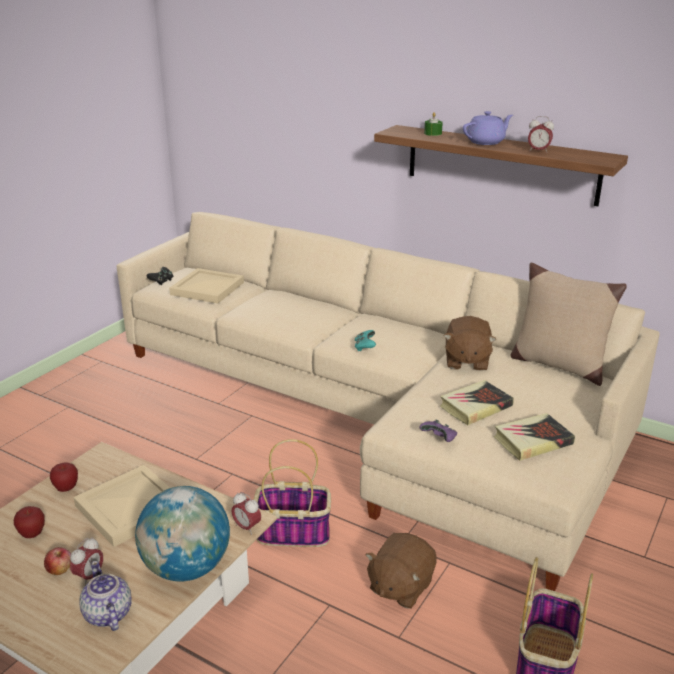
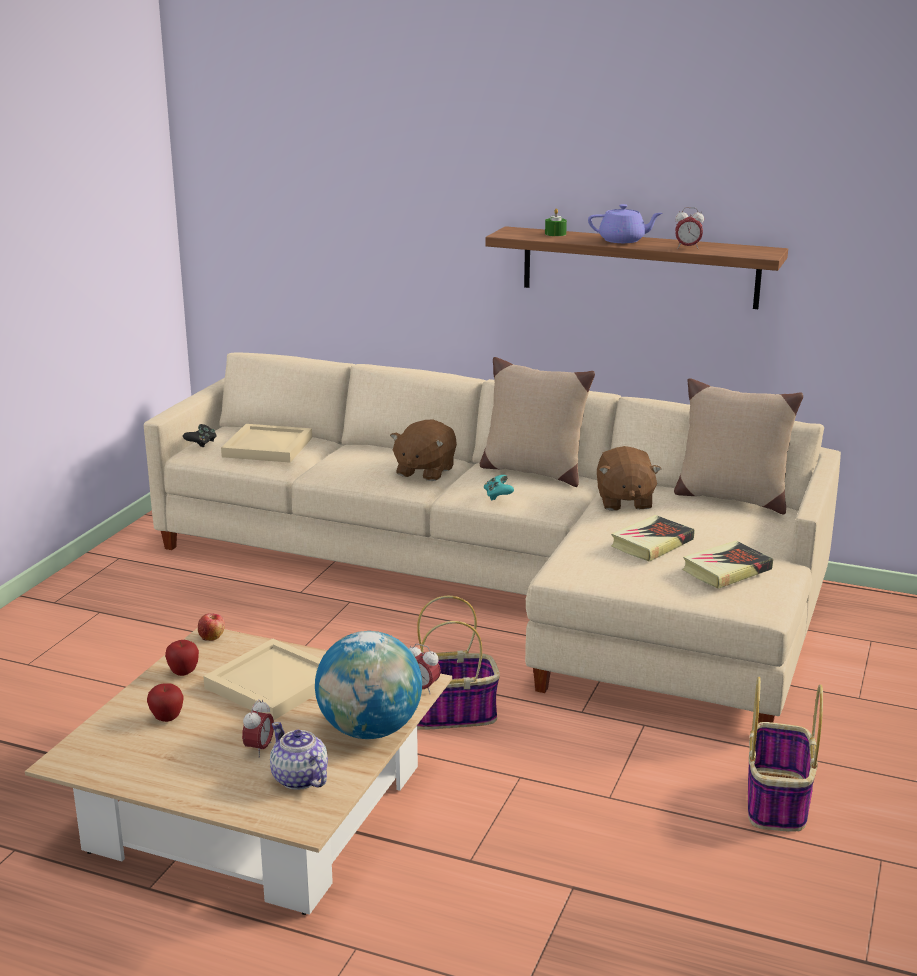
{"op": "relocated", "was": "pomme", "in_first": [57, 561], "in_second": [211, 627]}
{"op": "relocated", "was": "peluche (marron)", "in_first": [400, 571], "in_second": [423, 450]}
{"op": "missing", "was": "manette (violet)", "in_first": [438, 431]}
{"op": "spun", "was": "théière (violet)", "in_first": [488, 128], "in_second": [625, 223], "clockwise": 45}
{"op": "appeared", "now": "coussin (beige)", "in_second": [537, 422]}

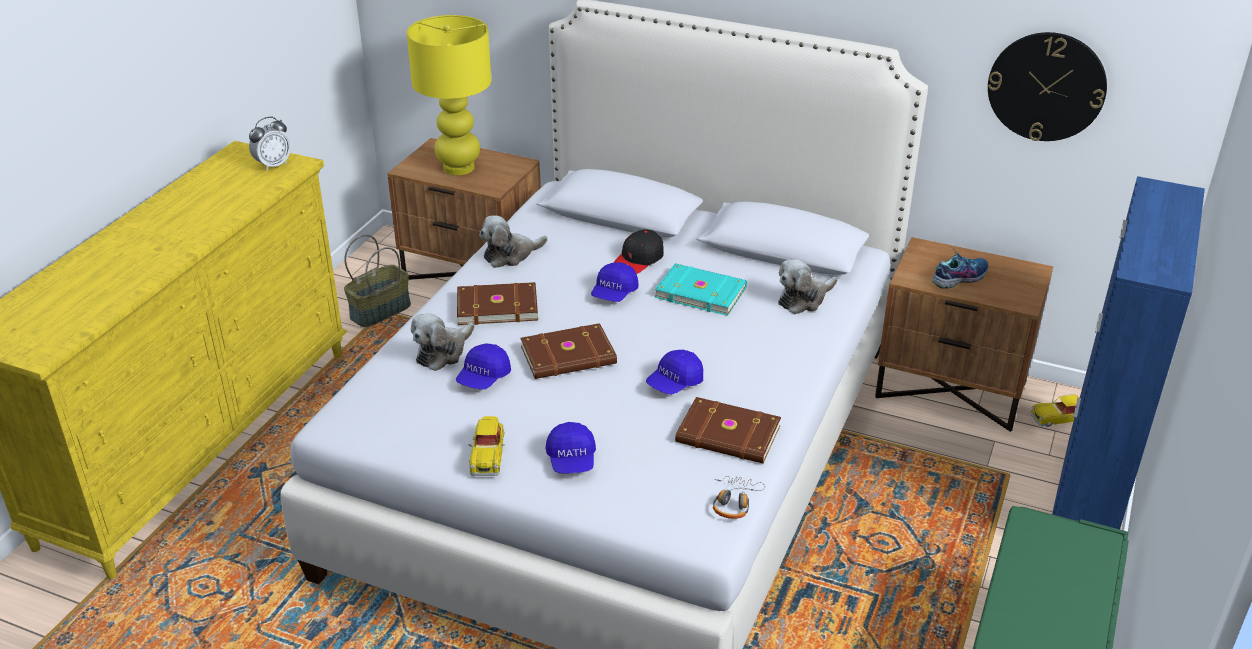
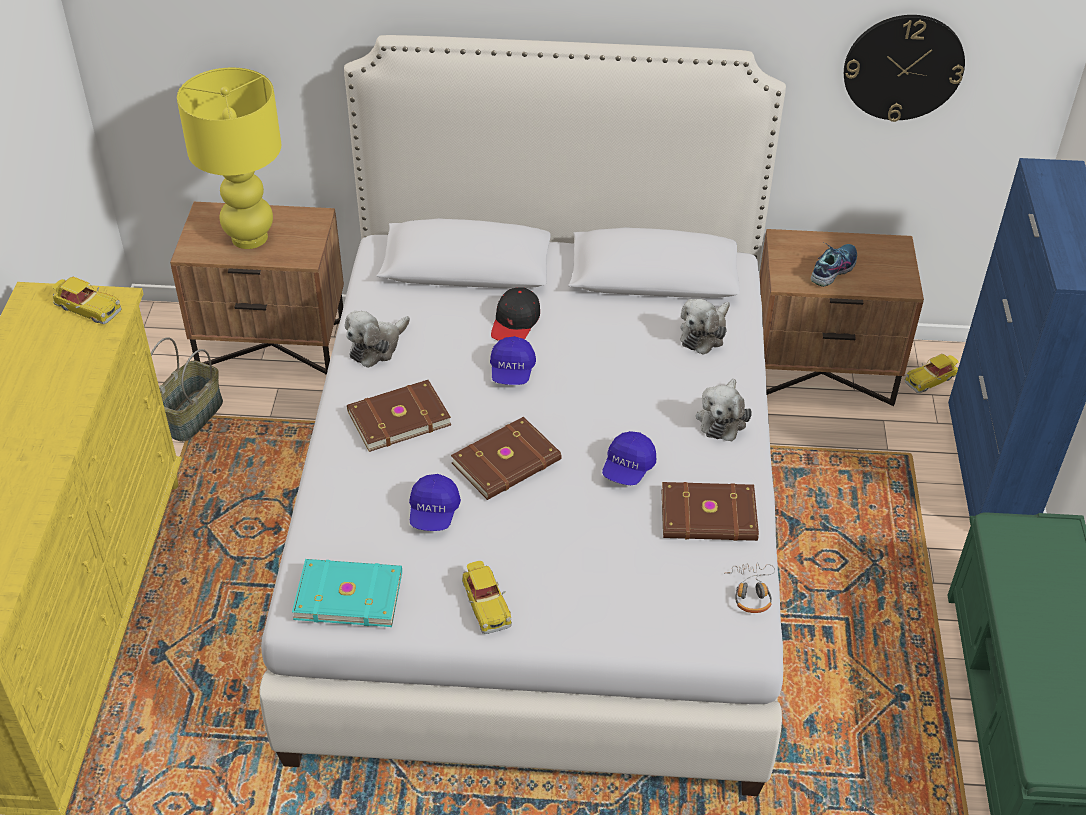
{"op": "exchanged", "was": "réveil", "now": "petite voiture", "in_first": [270, 144], "in_second": [87, 300]}
{"op": "relocated", "was": "peluche", "in_first": [442, 342], "in_second": [724, 410]}
{"op": "missing", "was": "casquette (bleu)", "in_first": [571, 447]}
{"op": "relocated", "was": "livre (turquoise)", "in_first": [701, 289], "in_second": [347, 593]}

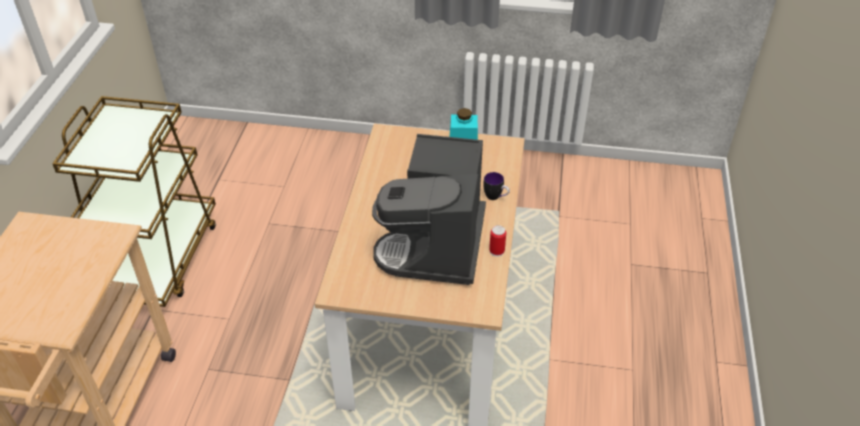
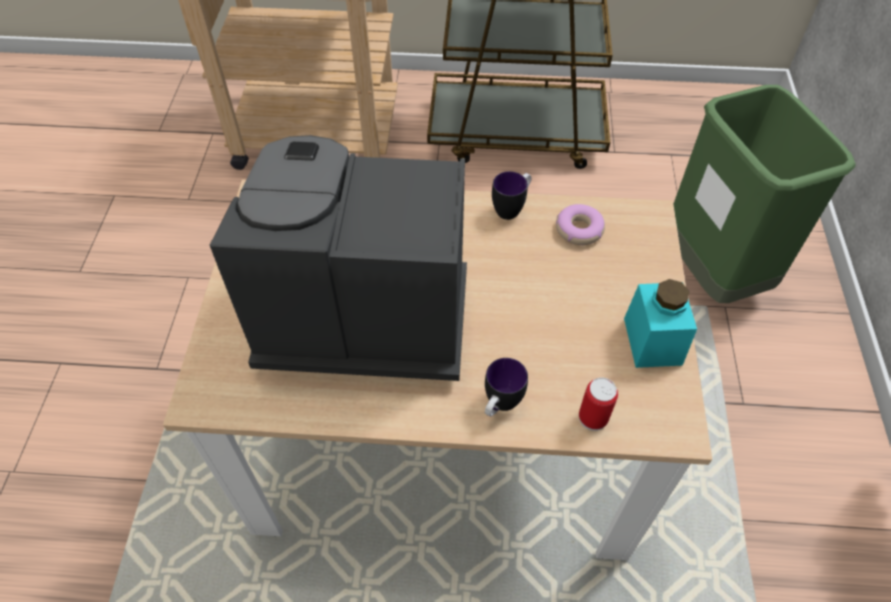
{"op": "relocated", "was": "boîte métallique", "in_first": [497, 241], "in_second": [598, 404]}
{"op": "appeared", "now": "mug", "in_second": [511, 195]}
{"op": "appeared", "now": "beignet", "in_second": [580, 224]}
{"op": "appeared", "now": "poubelle (vert)", "in_second": [765, 194]}

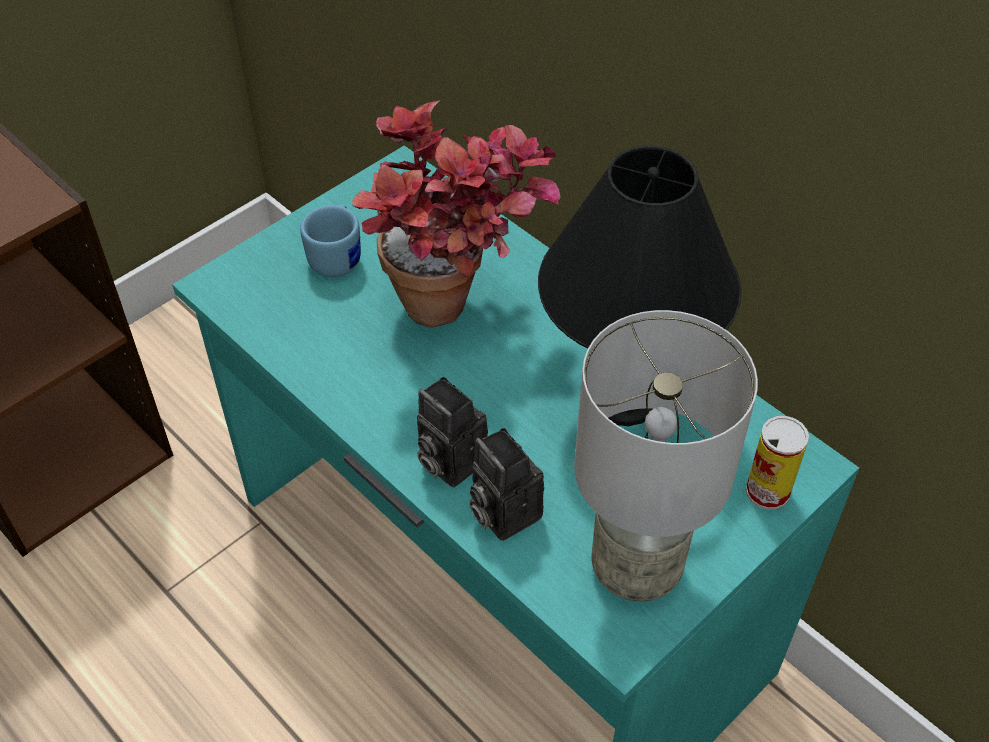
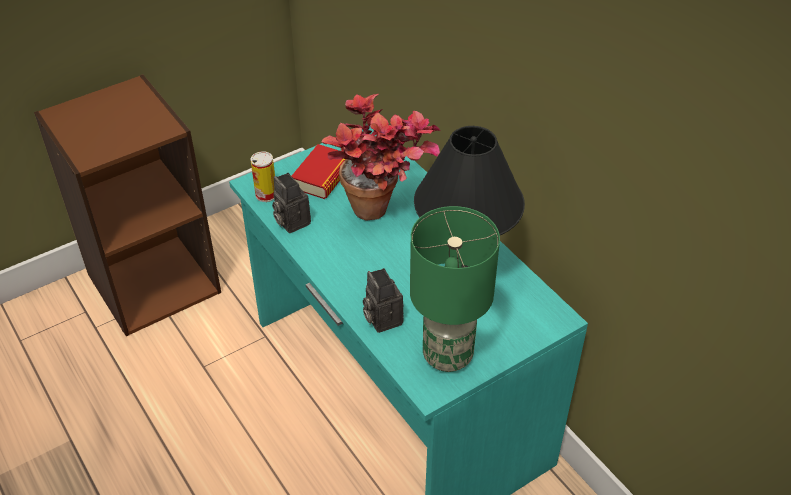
{"op": "exchanged", "was": "mug (bleu)", "now": "livre", "in_first": [330, 241], "in_second": [319, 171]}
{"op": "relocated", "was": "appareil photo", "in_first": [452, 432], "in_second": [291, 203]}
{"op": "colour", "was": "lampe de table (gris)", "now": "lampe de table (vert)", "in_first": [666, 456], "in_second": [455, 289]}
{"op": "relocated", "was": "boîte métallique", "in_first": [777, 463], "in_second": [262, 176]}

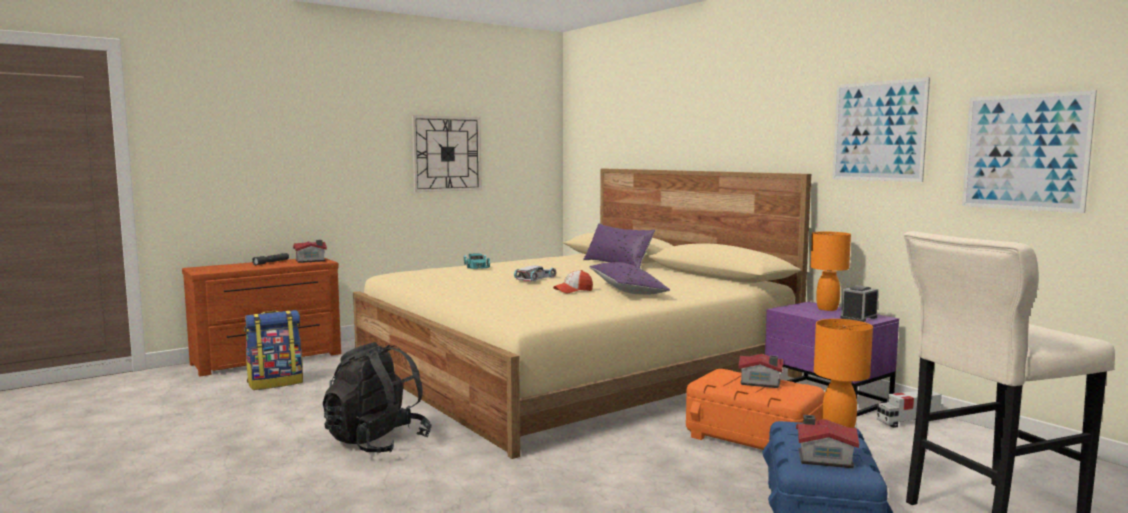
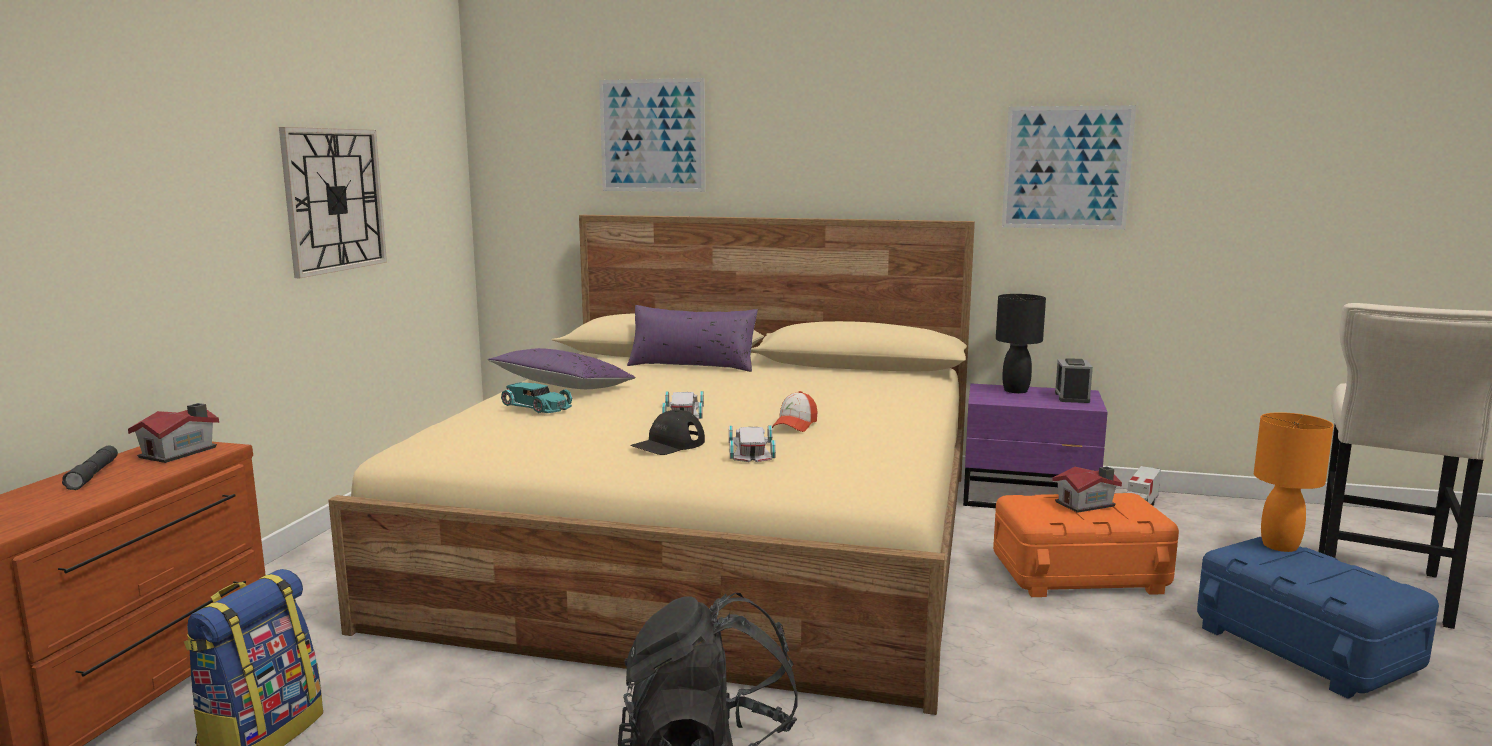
{"op": "relocated", "was": "coussin (violet)", "in_first": [629, 278], "in_second": [562, 368]}
{"op": "missing", "was": "maison miniature", "in_first": [827, 441]}
{"op": "colour", "was": "lampe de table (orange)", "now": "lampe de table (noir)", "in_first": [830, 271], "in_second": [1021, 343]}
{"op": "relocated", "was": "tableau", "in_first": [1029, 151], "in_second": [652, 135]}
{"op": "appeared", "now": "casquette (noir)", "in_second": [667, 432]}
{"op": "appeared", "now": "petite voiture (blanc)", "in_second": [752, 443]}

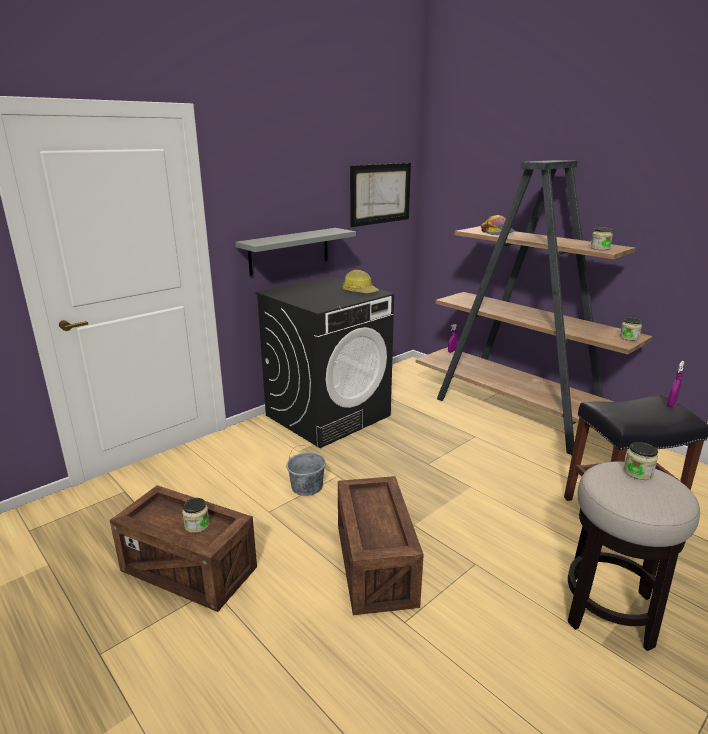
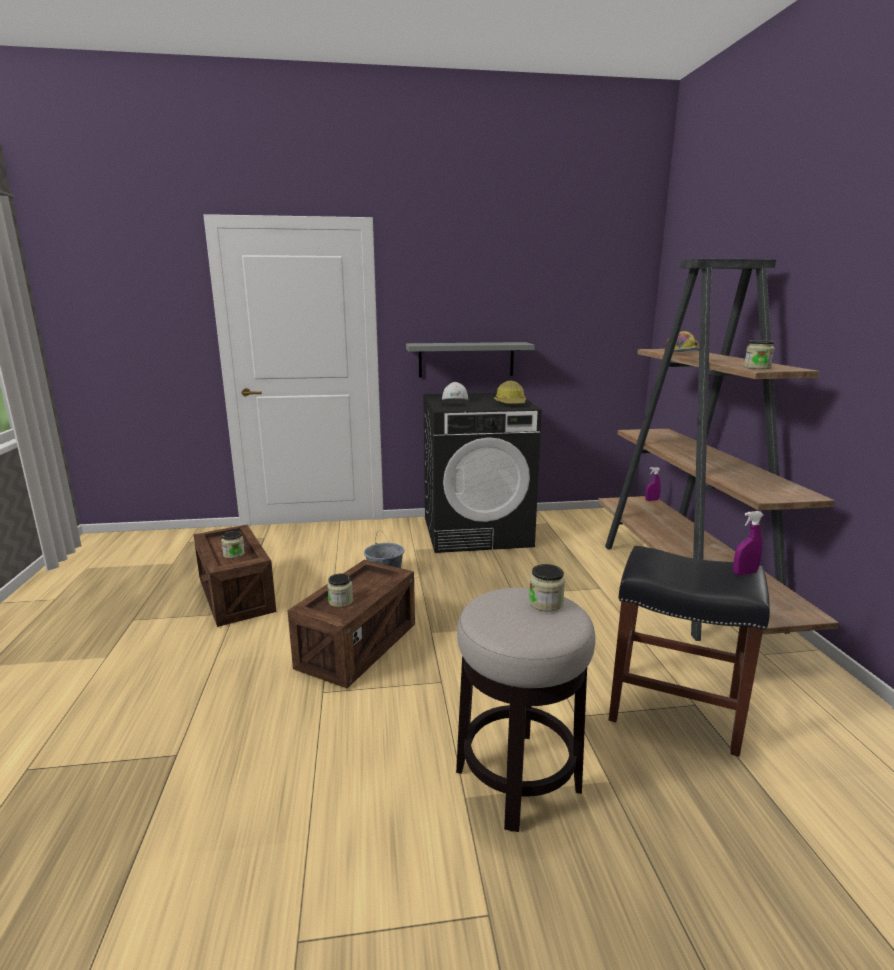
{"op": "missing", "was": "tableau", "in_first": [380, 195]}
{"op": "relocated", "was": "bocal", "in_first": [631, 329], "in_second": [340, 590]}
{"op": "appeared", "now": "casquette", "in_second": [455, 393]}

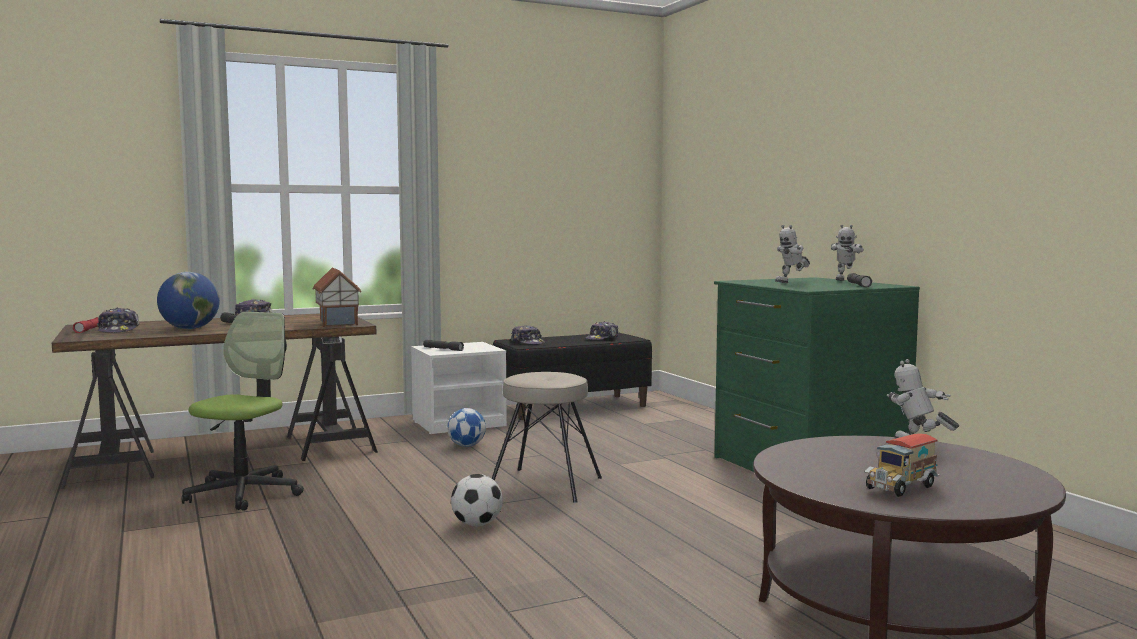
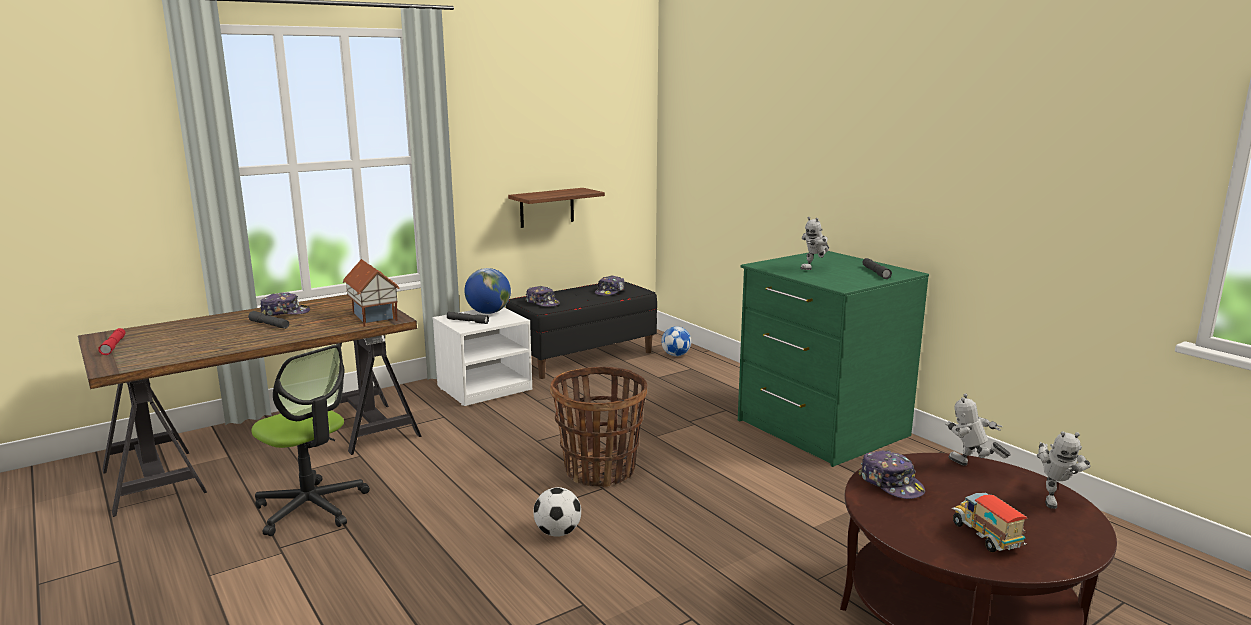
{"op": "relocated", "was": "casquette", "in_first": [118, 319], "in_second": [891, 474]}
{"op": "relocated", "was": "globe", "in_first": [188, 300], "in_second": [487, 291]}
{"op": "spun", "was": "chaise de bureau", "in_first": [243, 411], "in_second": [311, 440], "clockwise": 120}
{"op": "relocated", "was": "ballon de foot", "in_first": [466, 427], "in_second": [676, 341]}
{"op": "exchanged", "was": "tabouret (beige)", "now": "panier", "in_first": [547, 437], "in_second": [598, 427]}
{"op": "relocated", "was": "robot jouet", "in_first": [847, 253], "in_second": [1064, 470]}
{"op": "spun", "was": "camion jouet", "in_first": [902, 465], "in_second": [989, 522], "clockwise": 120}
{"op": "appeared", "now": "étagère", "in_second": [556, 208]}

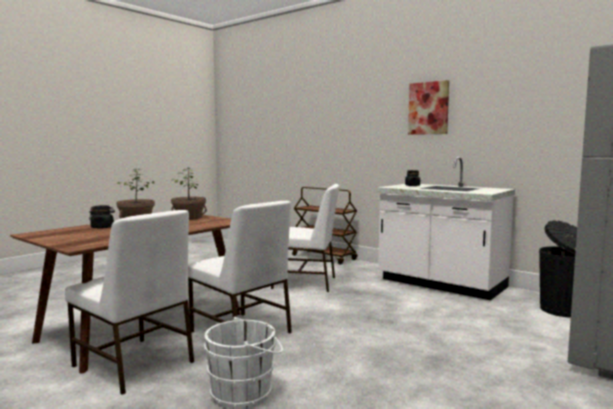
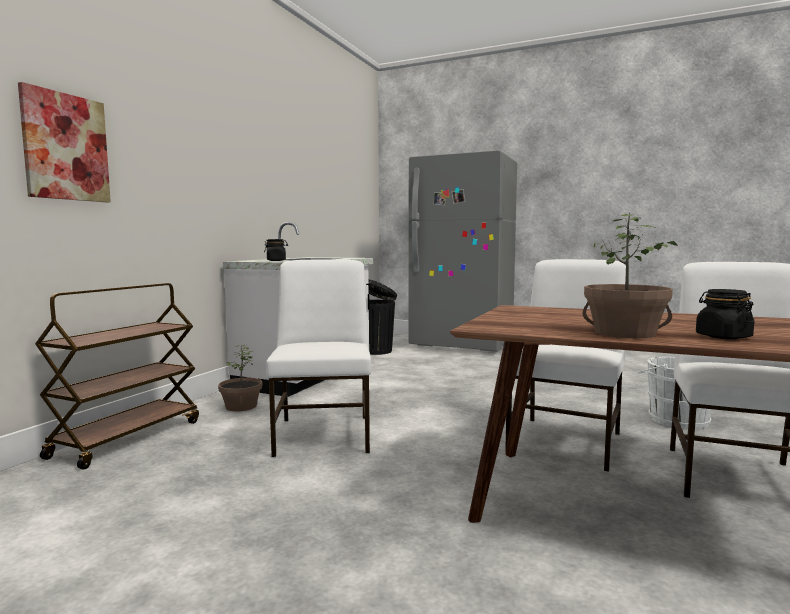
{"op": "relocated", "was": "plante en pot", "in_first": [189, 194], "in_second": [240, 378]}
{"op": "relocated", "was": "tableau", "in_first": [428, 107], "in_second": [64, 142]}

